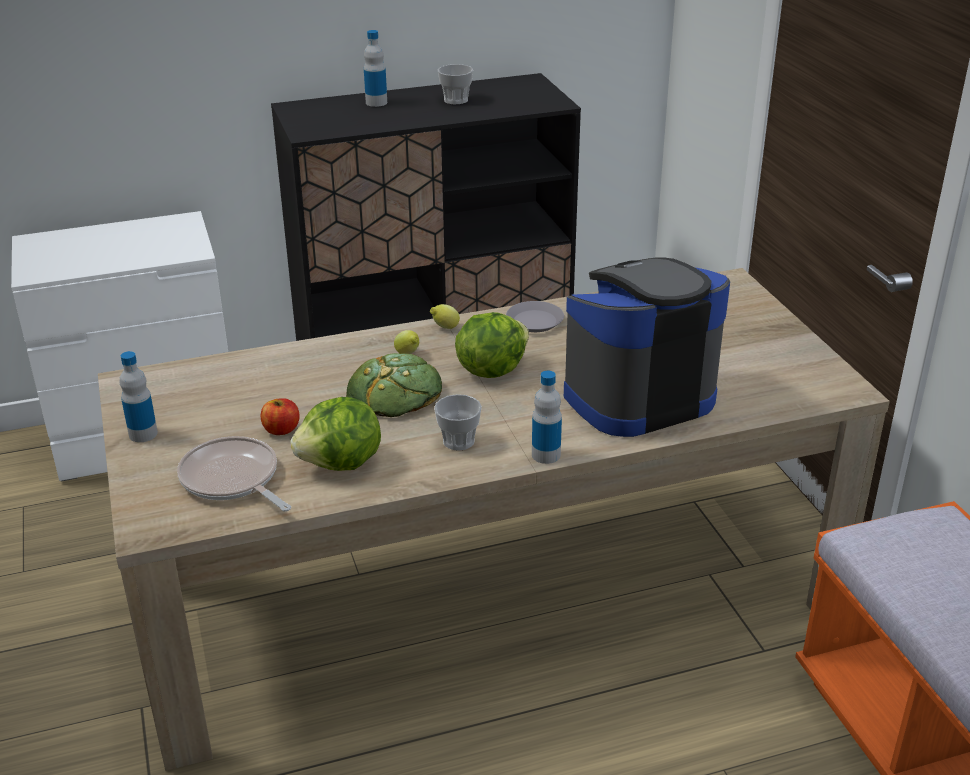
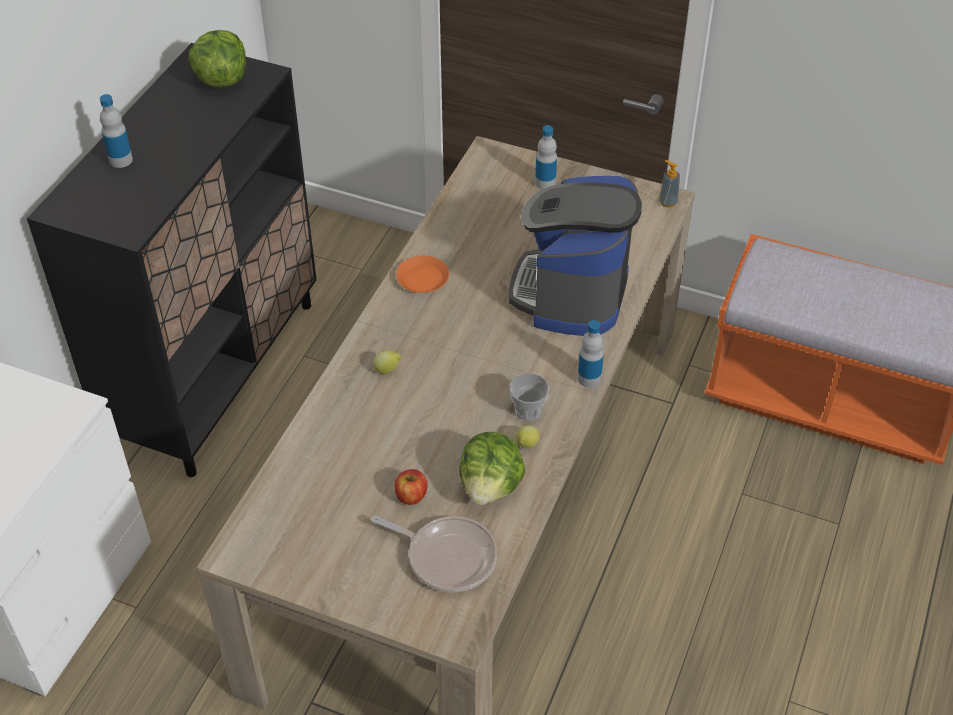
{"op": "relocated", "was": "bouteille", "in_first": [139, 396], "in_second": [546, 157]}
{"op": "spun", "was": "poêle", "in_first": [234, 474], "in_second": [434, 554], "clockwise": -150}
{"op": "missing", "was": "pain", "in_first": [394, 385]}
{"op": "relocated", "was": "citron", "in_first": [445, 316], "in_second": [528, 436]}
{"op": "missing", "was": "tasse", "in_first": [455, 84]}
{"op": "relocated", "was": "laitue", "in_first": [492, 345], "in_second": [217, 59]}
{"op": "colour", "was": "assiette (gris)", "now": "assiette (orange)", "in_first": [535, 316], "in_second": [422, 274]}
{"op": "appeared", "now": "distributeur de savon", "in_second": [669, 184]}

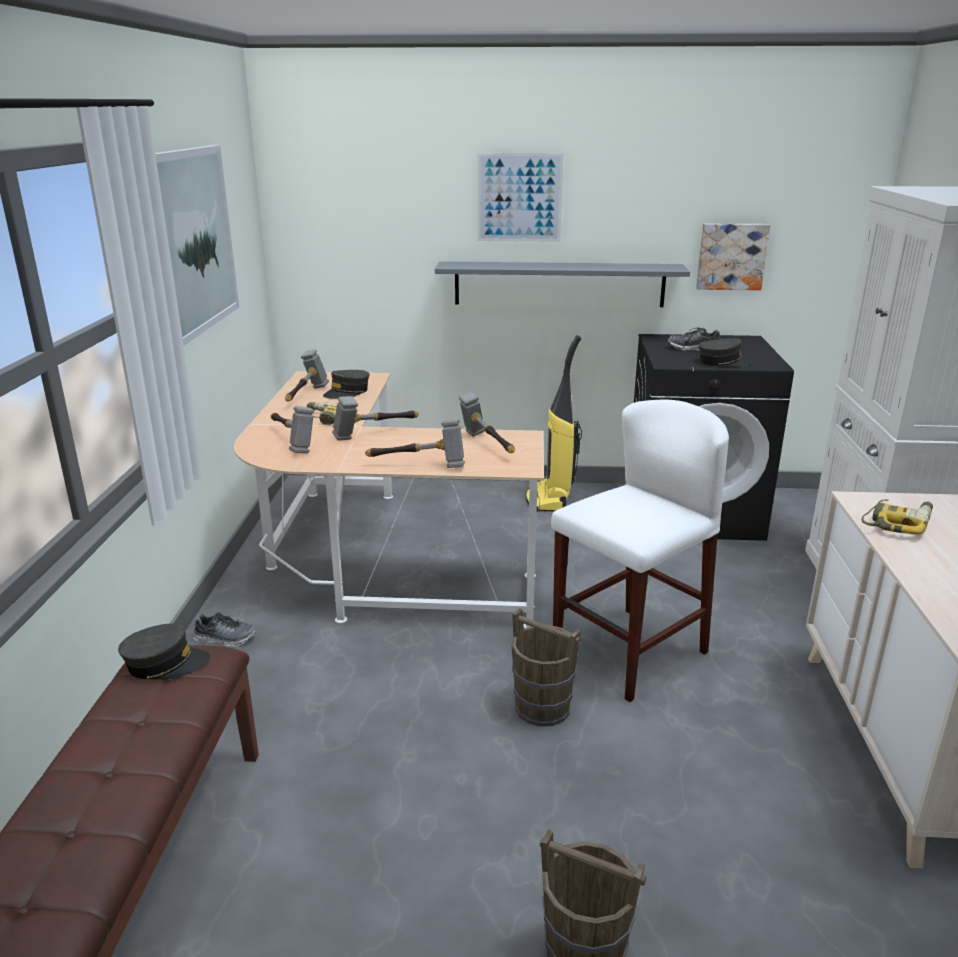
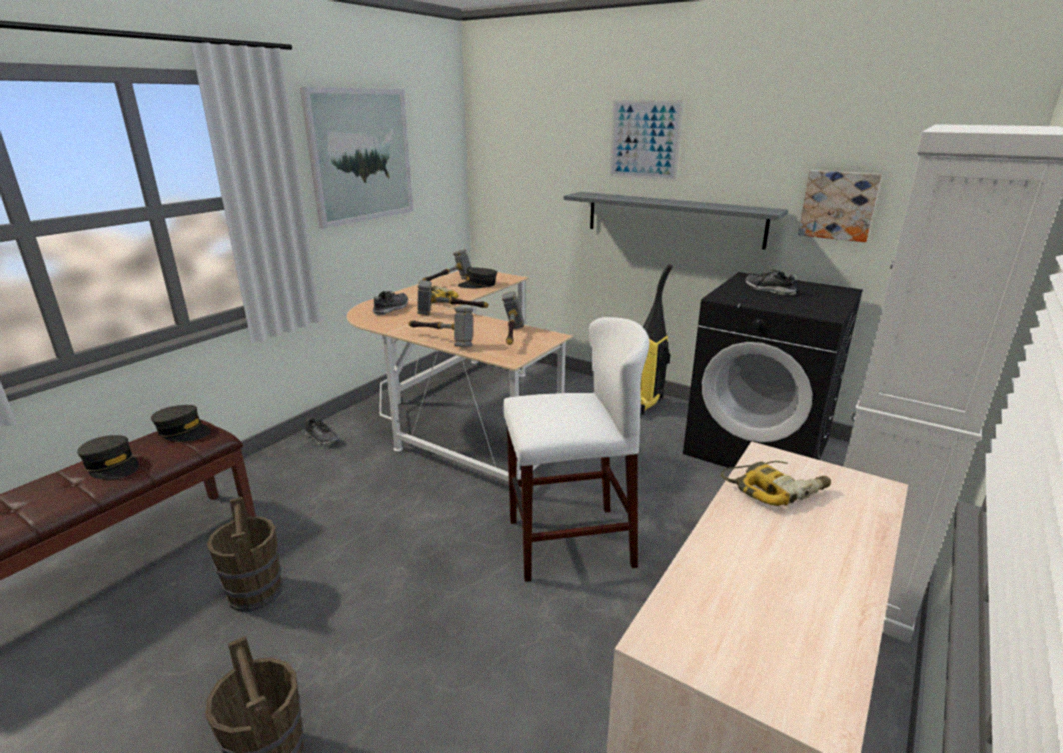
{"op": "exchanged", "was": "marteau", "now": "chaussure", "in_first": [292, 429], "in_second": [390, 303]}
{"op": "relocated", "was": "seau (marron)", "in_first": [546, 667], "in_second": [245, 554]}
{"op": "relocated", "was": "casquette (gris)", "in_first": [725, 352], "in_second": [107, 457]}

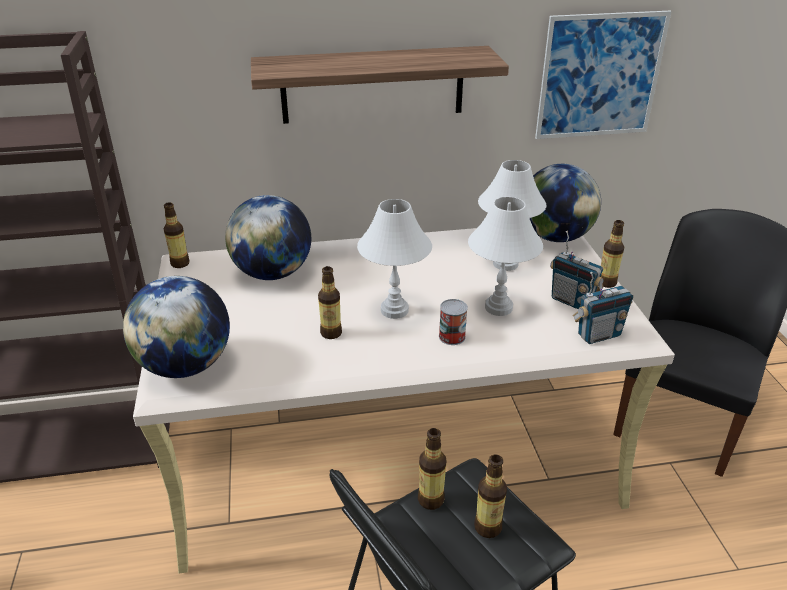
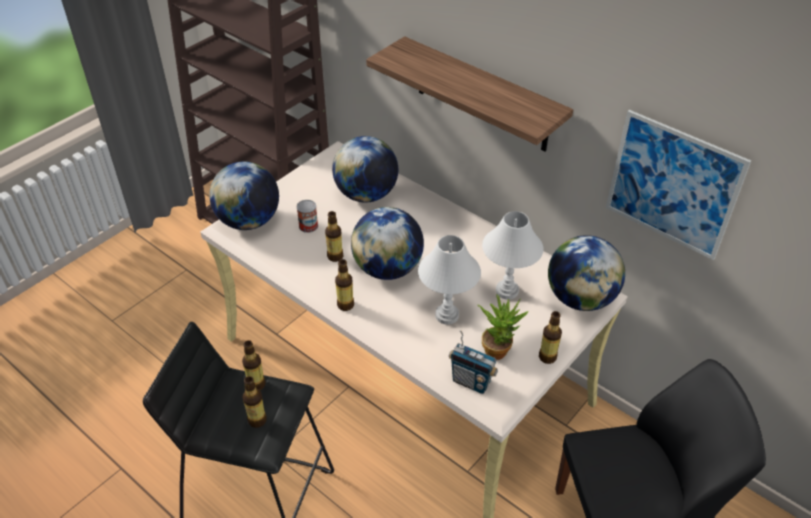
{"op": "relocated", "was": "bouteille", "in_first": [176, 235], "in_second": [344, 285]}
{"op": "exchanged", "was": "lampe de table (blanc)", "now": "globe", "in_first": [394, 259], "in_second": [387, 243]}
{"op": "relocated", "was": "boîte métallique", "in_first": [453, 322], "in_second": [307, 216]}
{"op": "exchanged", "was": "radio", "now": "plante en pot", "in_first": [576, 270], "in_second": [503, 327]}

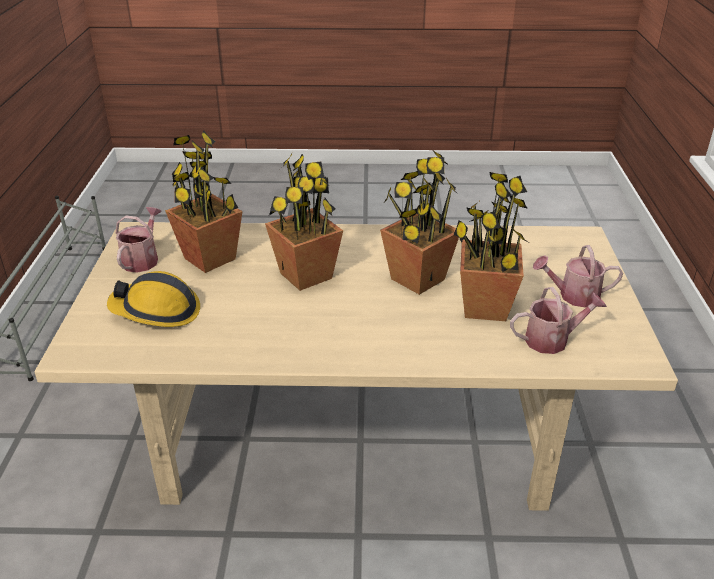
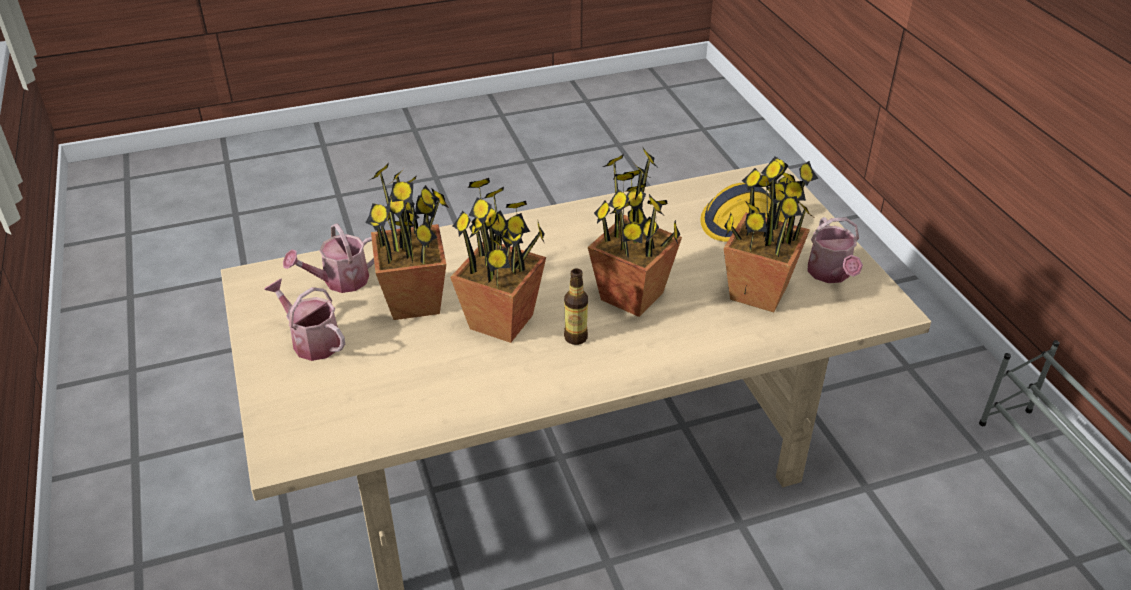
{"op": "spun", "was": "arrosoir", "in_first": [578, 276], "in_second": [304, 320], "clockwise": -120}
{"op": "appeared", "now": "bouteille", "in_second": [576, 306]}

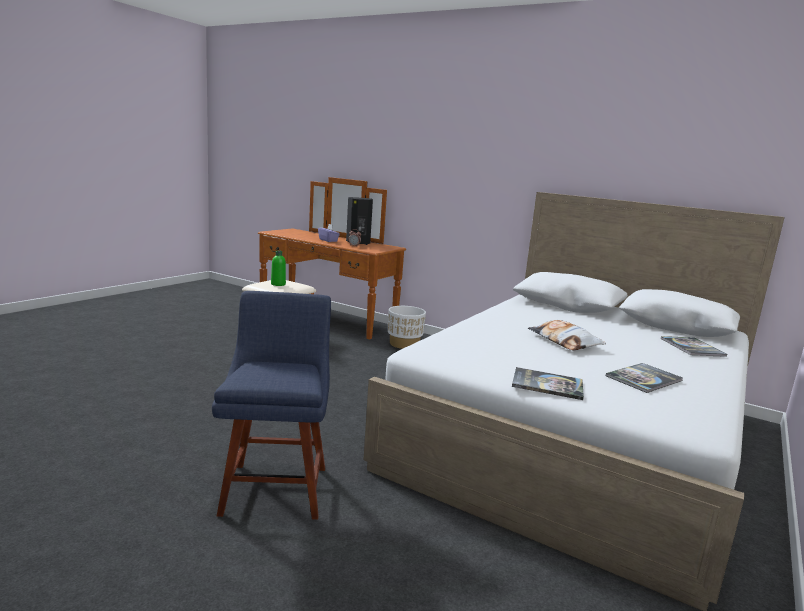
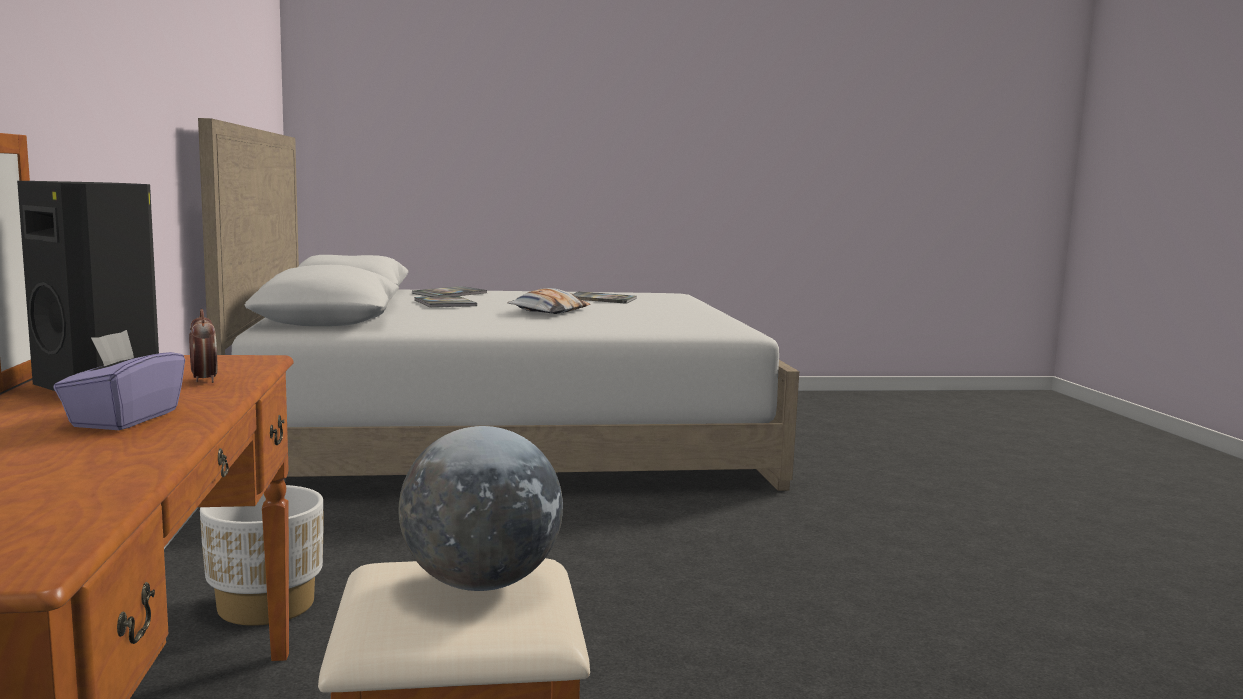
{"op": "missing", "was": "chaise (bleu)", "in_first": [271, 405]}
{"op": "exchanged", "was": "bouteille (vert)", "now": "globe", "in_first": [278, 268], "in_second": [481, 508]}
{"op": "relocated", "was": "livre", "in_first": [548, 383], "in_second": [446, 301]}

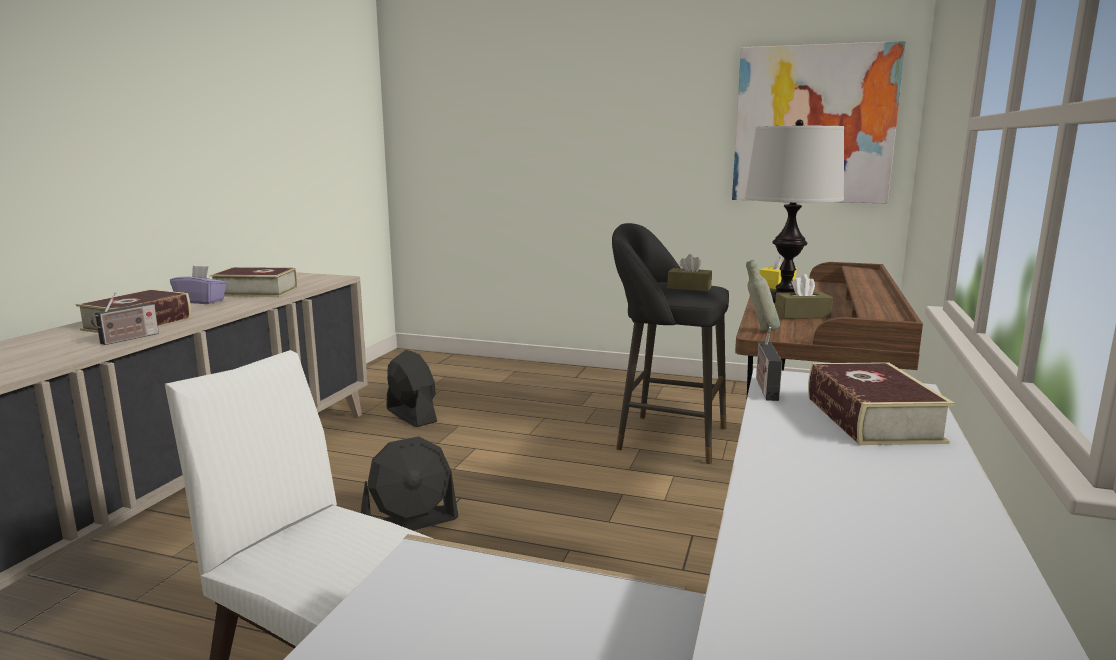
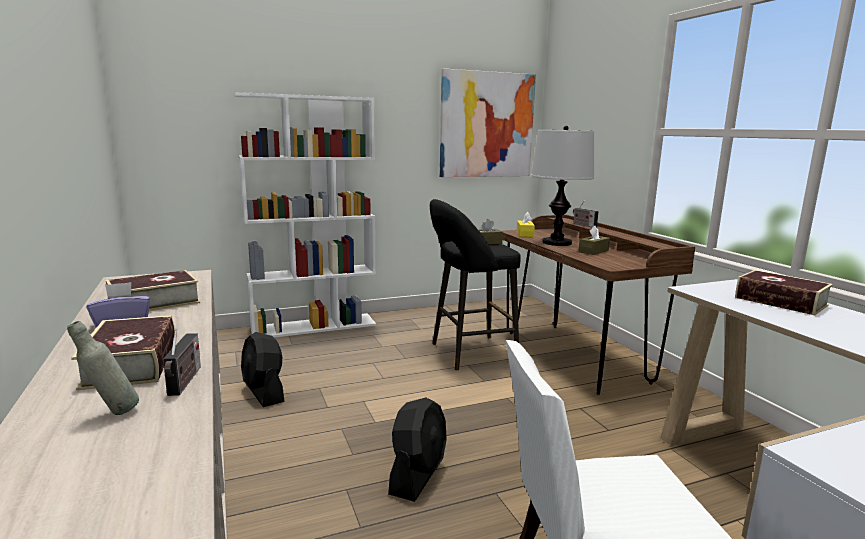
{"op": "spun", "was": "ventilateur (noir)", "in_first": [411, 388], "in_second": [262, 369], "clockwise": -135}
{"op": "relocated", "was": "bouteille (gris)", "in_first": [763, 296], "in_second": [103, 368]}
{"op": "relocated", "was": "radio", "in_first": [769, 364], "in_second": [585, 214]}
{"op": "appeared", "now": "bibliothèque (blanc)", "in_second": [305, 215]}

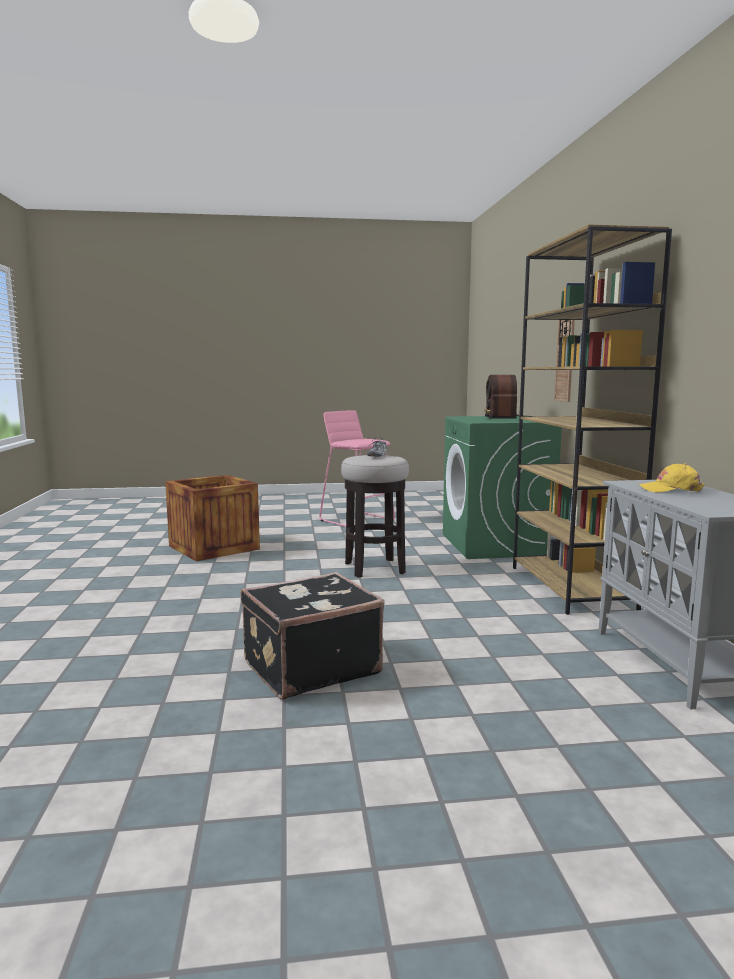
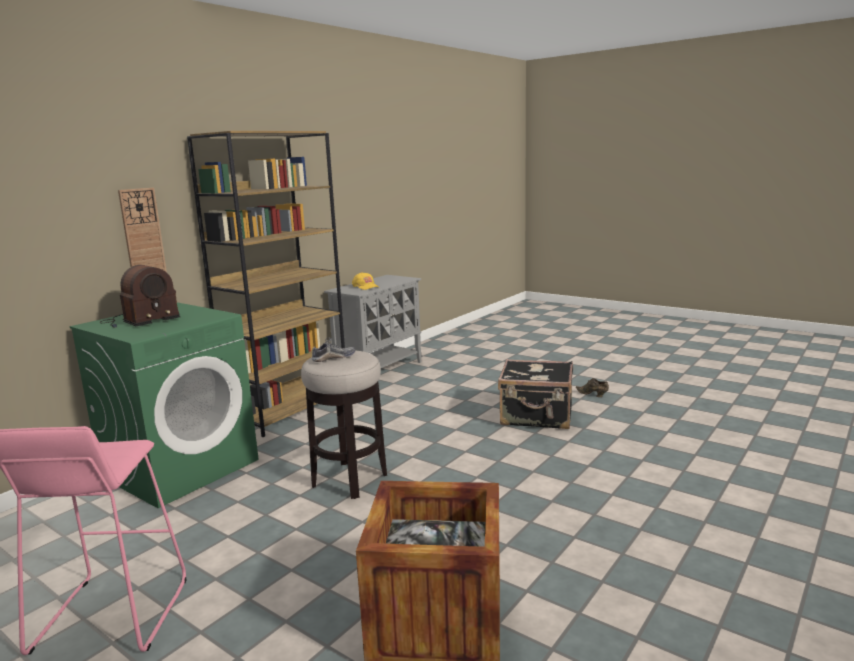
{"op": "appeared", "now": "chaussure (marron)", "in_second": [592, 387]}

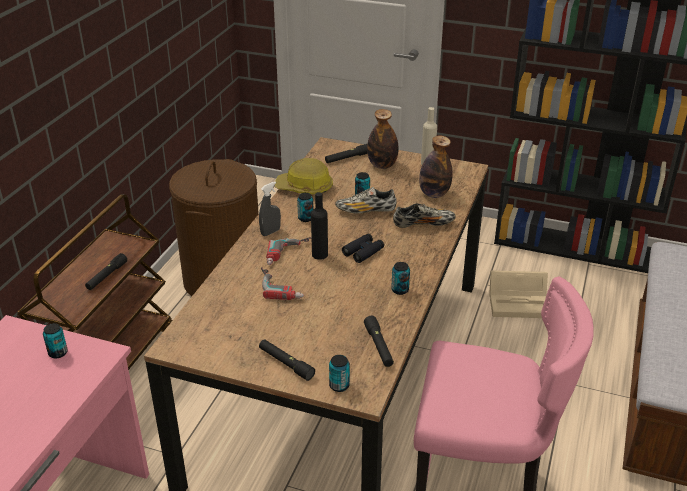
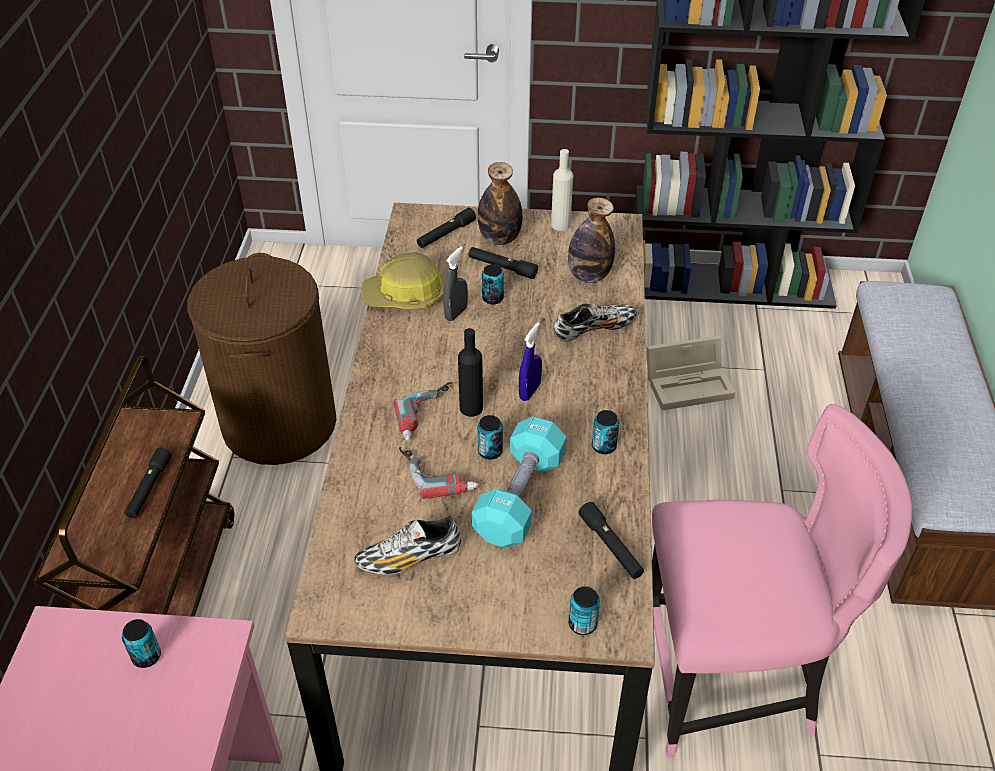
{"op": "relocated", "was": "vaporisateur (gris)", "in_first": [270, 208], "in_second": [455, 284]}
{"op": "relocated", "was": "lampe de poche (noir)", "in_first": [287, 360], "in_second": [503, 263]}
{"op": "relocated", "was": "boîte métallique", "in_first": [305, 207], "in_second": [490, 437]}
{"op": "relocated", "was": "chaussure", "in_first": [366, 200], "in_second": [407, 545]}
{"op": "exchanged", "was": "jumelles (noir)", "now": "vaporisateur (bleu)", "in_first": [363, 248], "in_second": [530, 362]}
{"op": "appeared", "now": "haltère (turquoise)", "in_second": [519, 481]}

